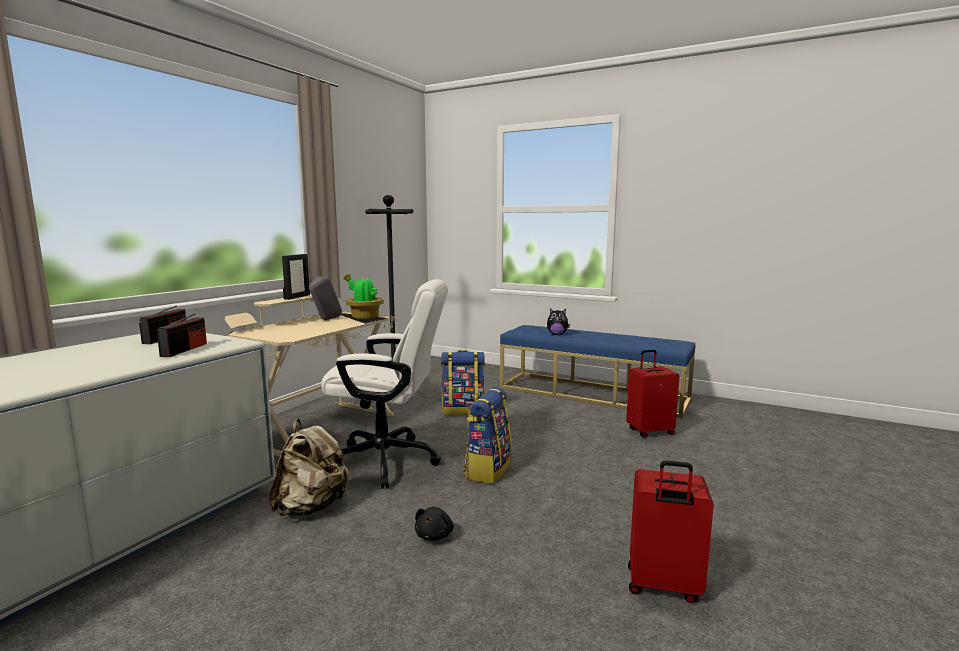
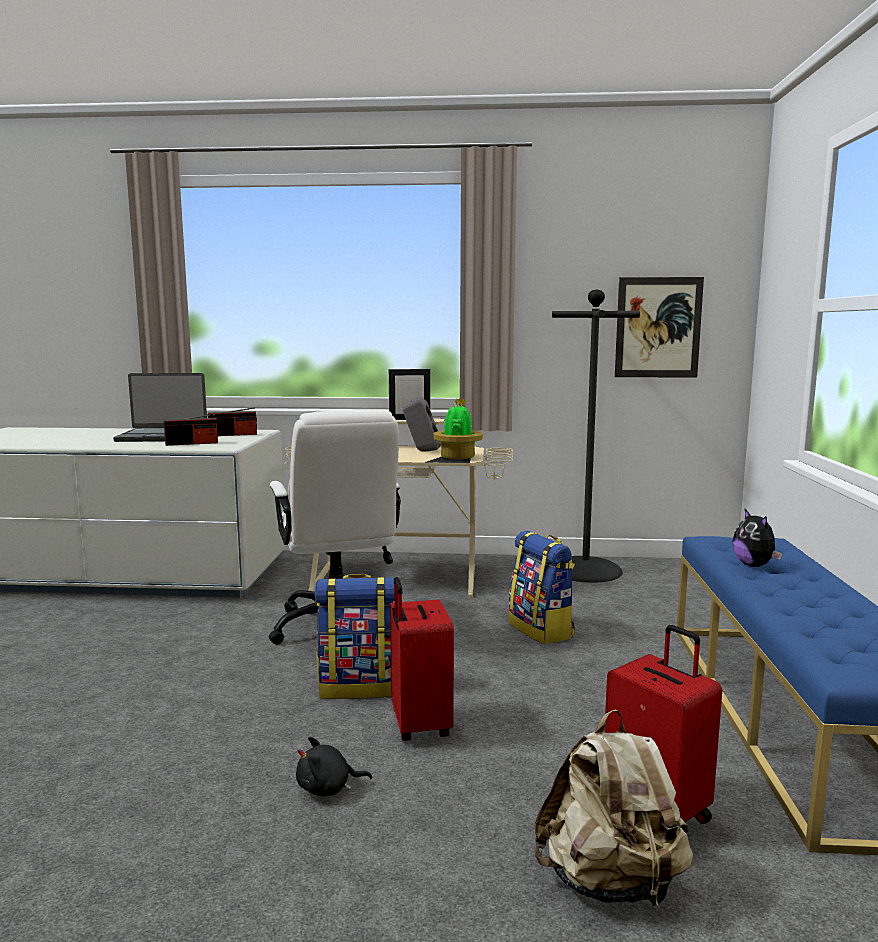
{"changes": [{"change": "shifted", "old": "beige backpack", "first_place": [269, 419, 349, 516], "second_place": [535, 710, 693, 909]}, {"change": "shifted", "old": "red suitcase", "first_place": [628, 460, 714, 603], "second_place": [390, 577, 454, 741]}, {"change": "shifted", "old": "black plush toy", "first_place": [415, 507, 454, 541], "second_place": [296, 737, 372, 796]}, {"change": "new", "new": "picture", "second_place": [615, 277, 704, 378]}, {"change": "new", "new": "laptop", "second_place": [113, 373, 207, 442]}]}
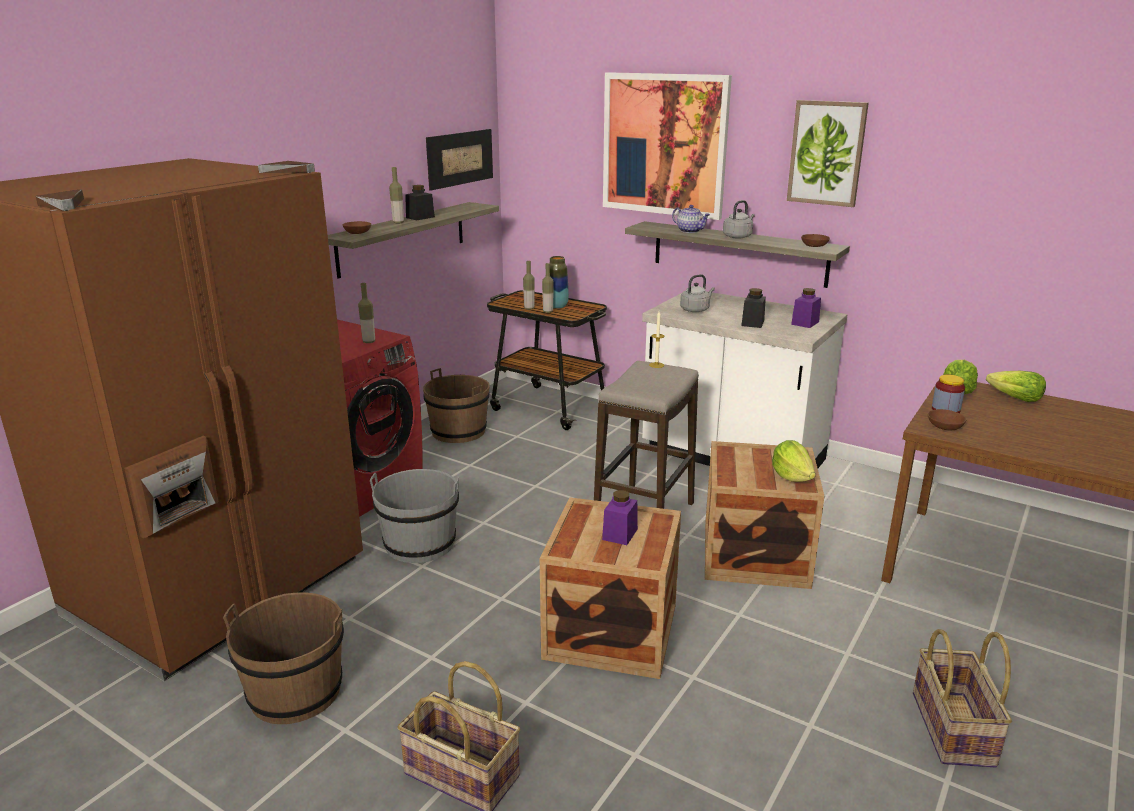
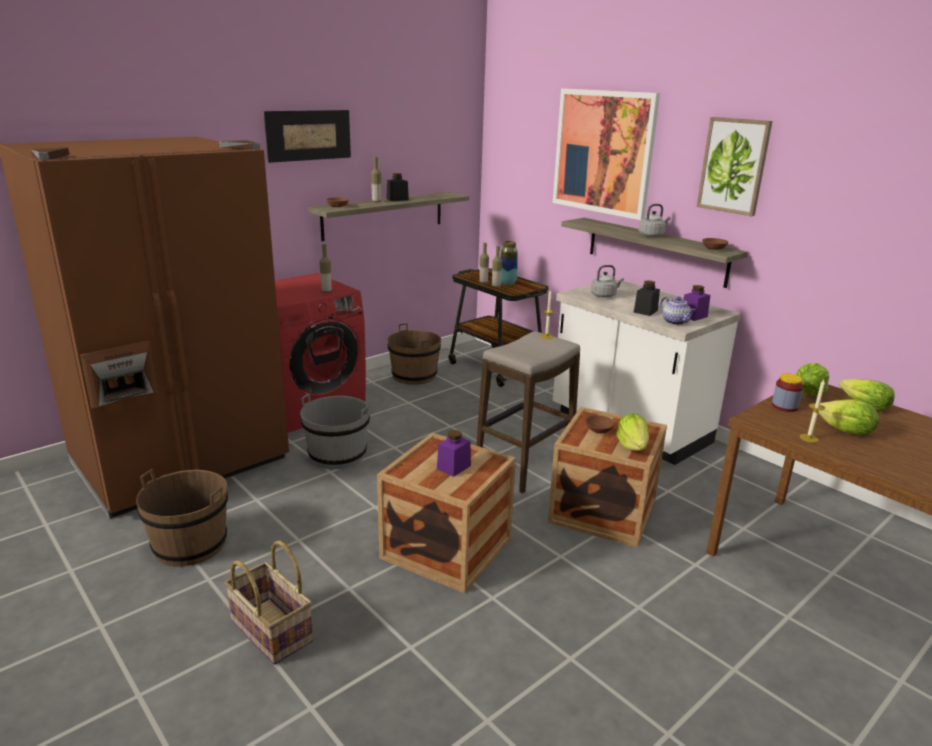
{"changes": [{"change": "shifted", "old": "picture", "first_place": [426, 129, 493, 191], "second_place": [264, 110, 351, 163]}, {"change": "shifted", "old": "teapot", "first_place": [672, 205, 710, 233], "second_place": [660, 297, 696, 325]}, {"change": "shifted", "old": "brown bowl", "first_place": [928, 409, 966, 431], "second_place": [586, 415, 614, 433]}, {"change": "gone", "old": "basket", "first_place": [913, 629, 1012, 768]}, {"change": "new", "new": "candle", "second_place": [800, 379, 825, 443]}, {"change": "new", "new": "lettuce", "second_place": [818, 399, 879, 435]}]}
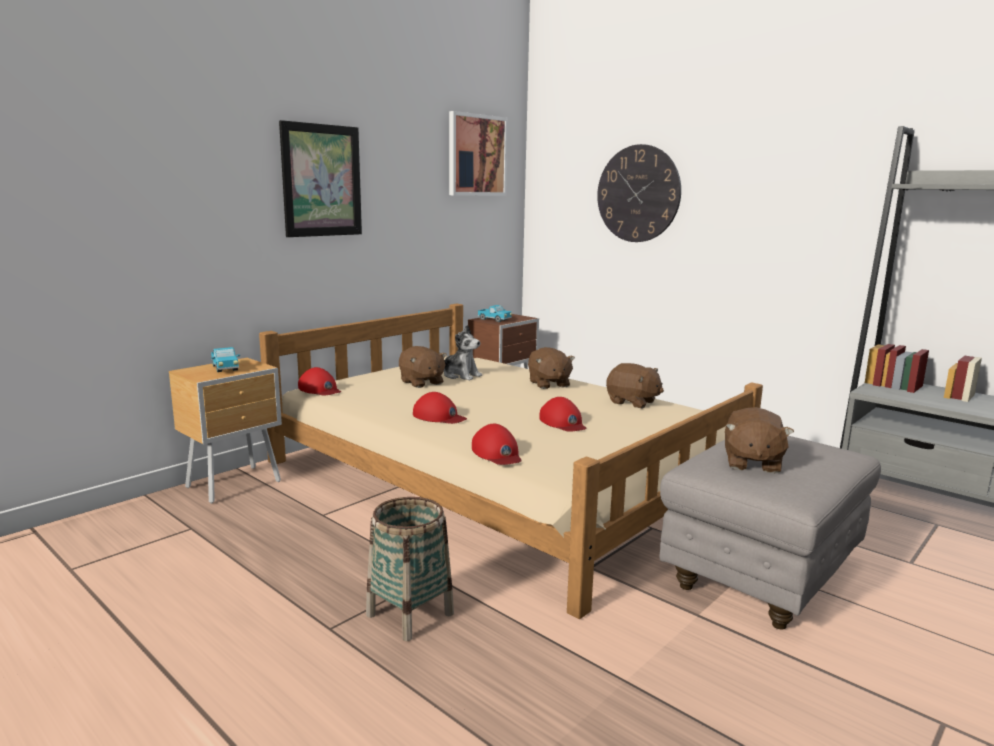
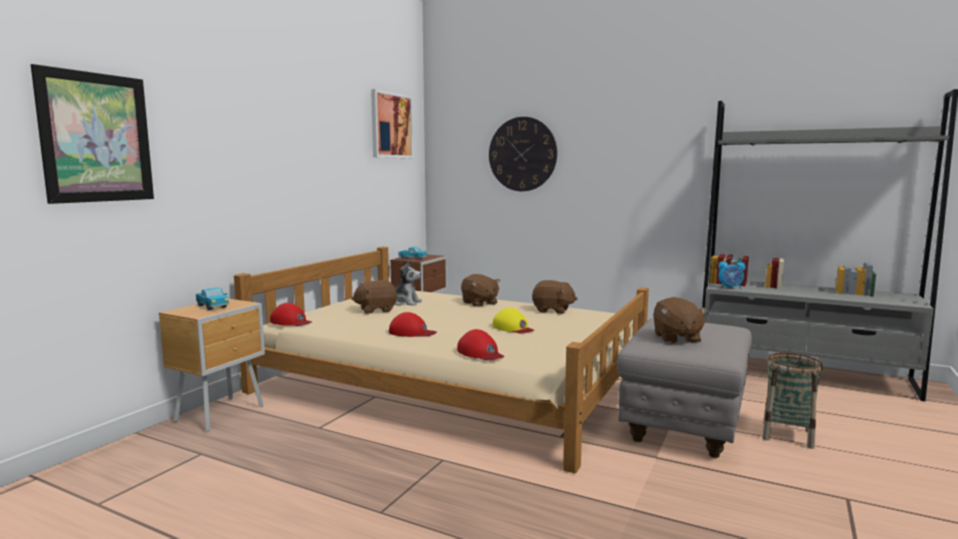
{"changes": [{"change": "shifted", "old": "picture", "first_place": [279, 120, 362, 237], "second_place": [31, 64, 154, 204]}, {"change": "rotated", "old": "brown plush toy", "first_place": [399, 346, 447, 388], "second_place": [351, 280, 397, 314], "degrees": 120}, {"change": "repainted", "old": "red cap", "new": "yellow cap", "first_place": [539, 397, 587, 432], "second_place": [493, 308, 535, 333]}, {"change": "shifted", "old": "basket", "first_place": [366, 497, 454, 641], "second_place": [762, 353, 823, 449]}, {"change": "new", "new": "alarm clock", "second_place": [718, 257, 746, 289]}]}
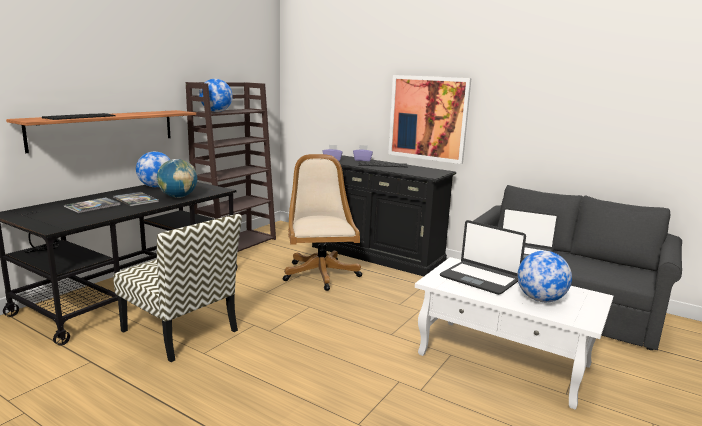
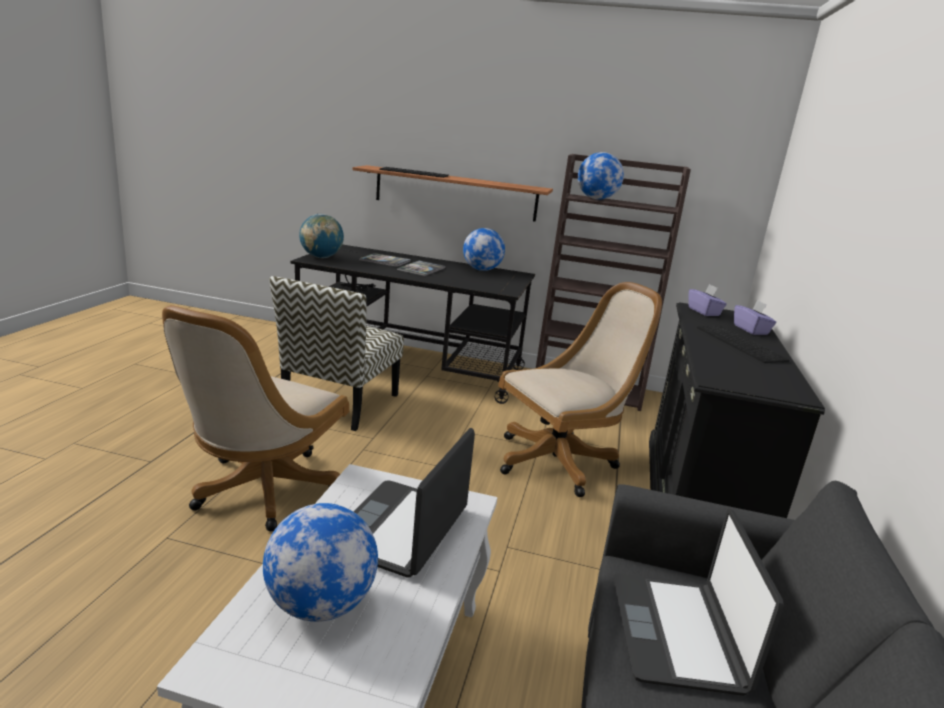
{"changes": [{"change": "gone", "old": "picture", "first_place": [388, 75, 472, 164]}, {"change": "shifted", "old": "globe", "first_place": [157, 159, 197, 198], "second_place": [299, 214, 344, 258]}, {"change": "new", "new": "office chair", "second_place": [162, 305, 349, 532]}]}
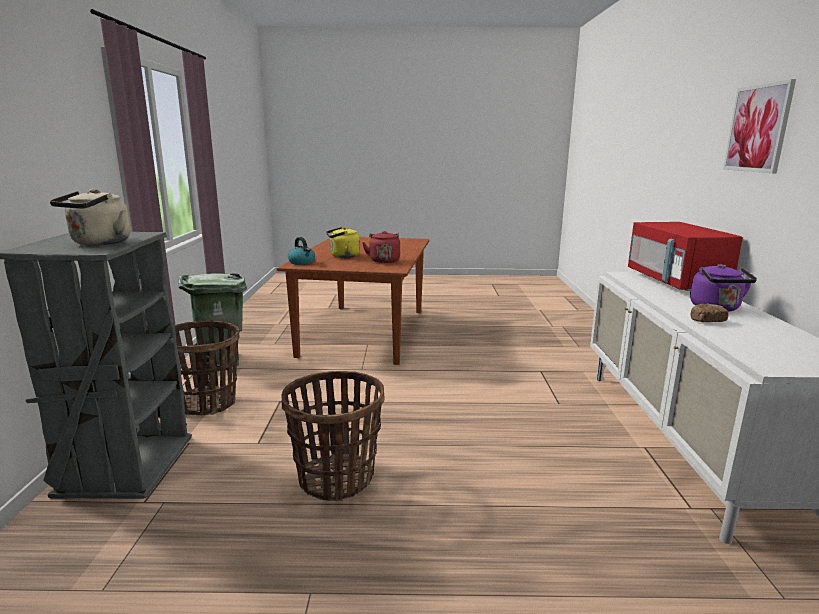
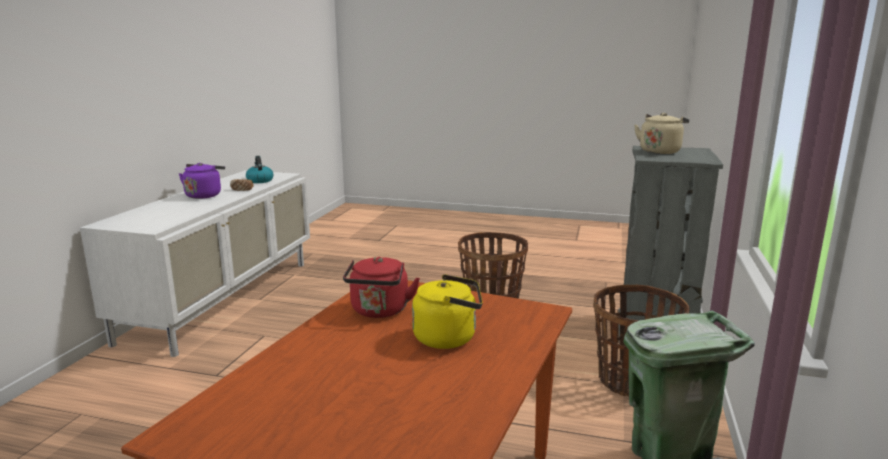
{"changes": [{"change": "gone", "old": "picture", "first_place": [723, 79, 796, 173]}, {"change": "gone", "old": "red microwave", "first_place": [628, 222, 743, 293]}, {"change": "shifted", "old": "kettle", "first_place": [288, 237, 315, 265], "second_place": [246, 156, 273, 183]}]}
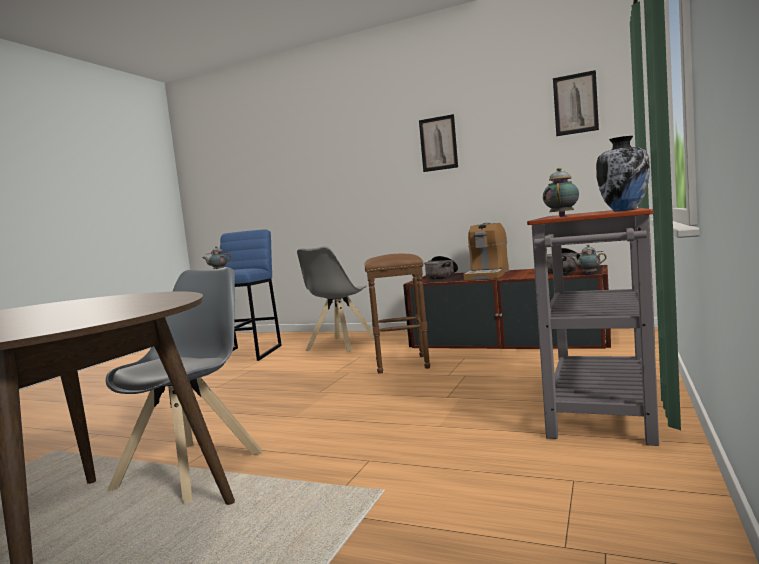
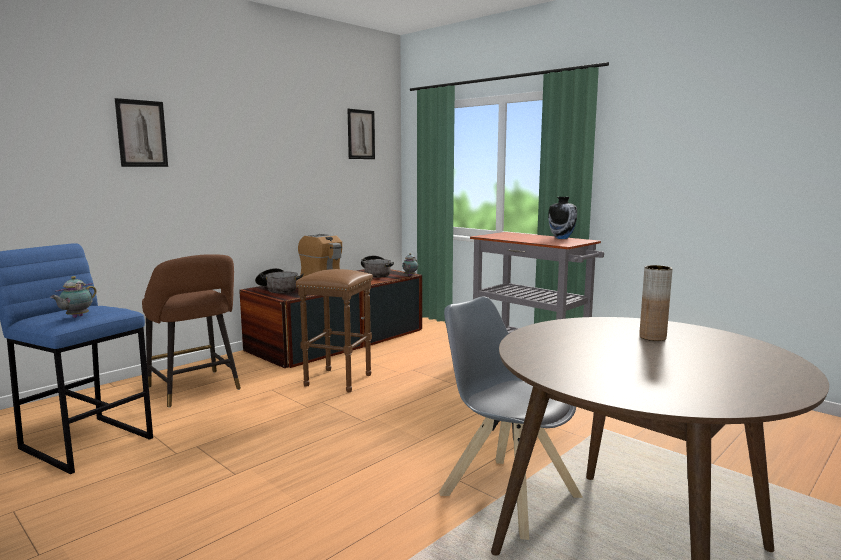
{"changes": [{"change": "shifted", "old": "picture", "first_place": [419, 114, 458, 172], "second_place": [115, 98, 168, 167]}, {"change": "gone", "old": "teapot", "first_place": [543, 168, 579, 217]}, {"change": "swapped", "old": "grey chair", "new": "brown stool", "first_place": [297, 246, 374, 352], "second_place": [142, 254, 241, 408]}, {"change": "new", "new": "brown vase", "second_place": [639, 265, 673, 341]}]}
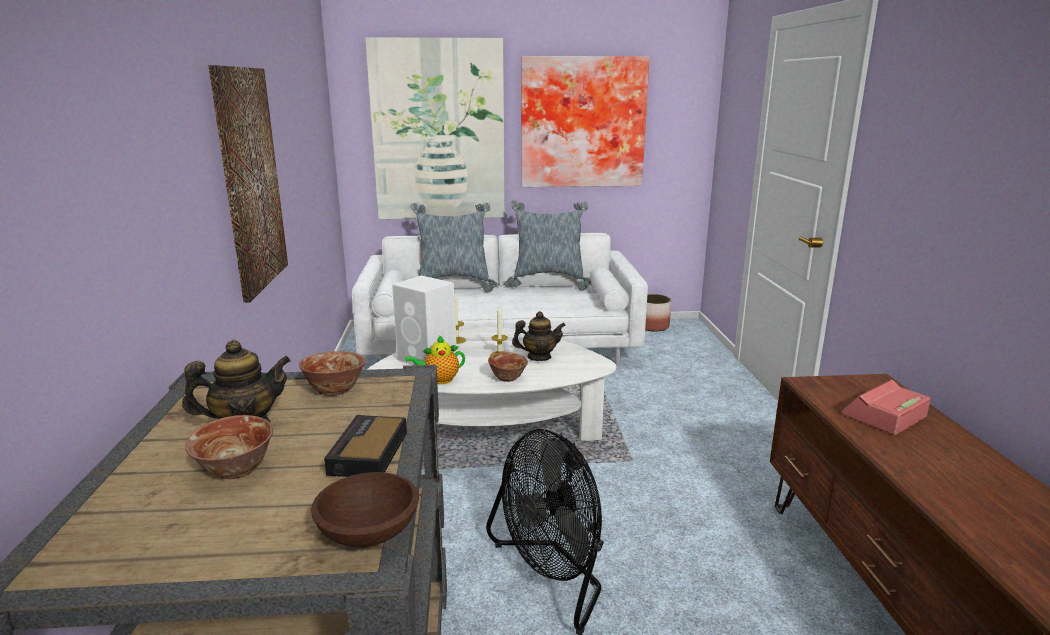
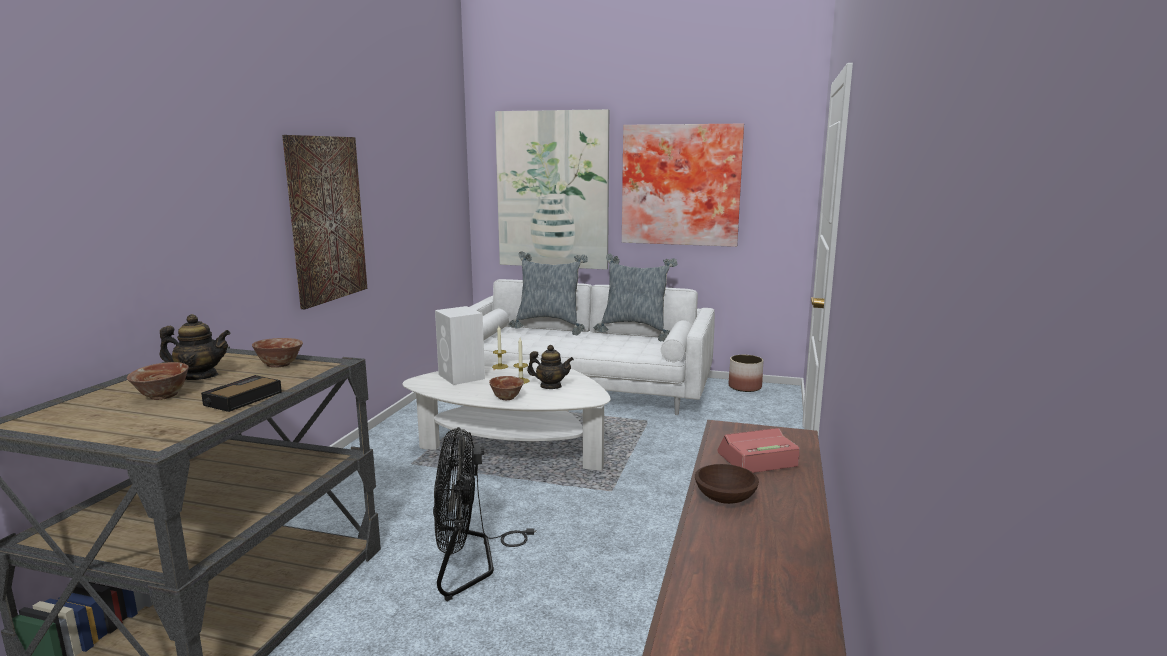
{"changes": [{"change": "gone", "old": "teapot", "first_place": [405, 335, 465, 384]}, {"change": "shifted", "old": "brown bowl", "first_place": [311, 472, 419, 547], "second_place": [695, 464, 759, 504]}]}
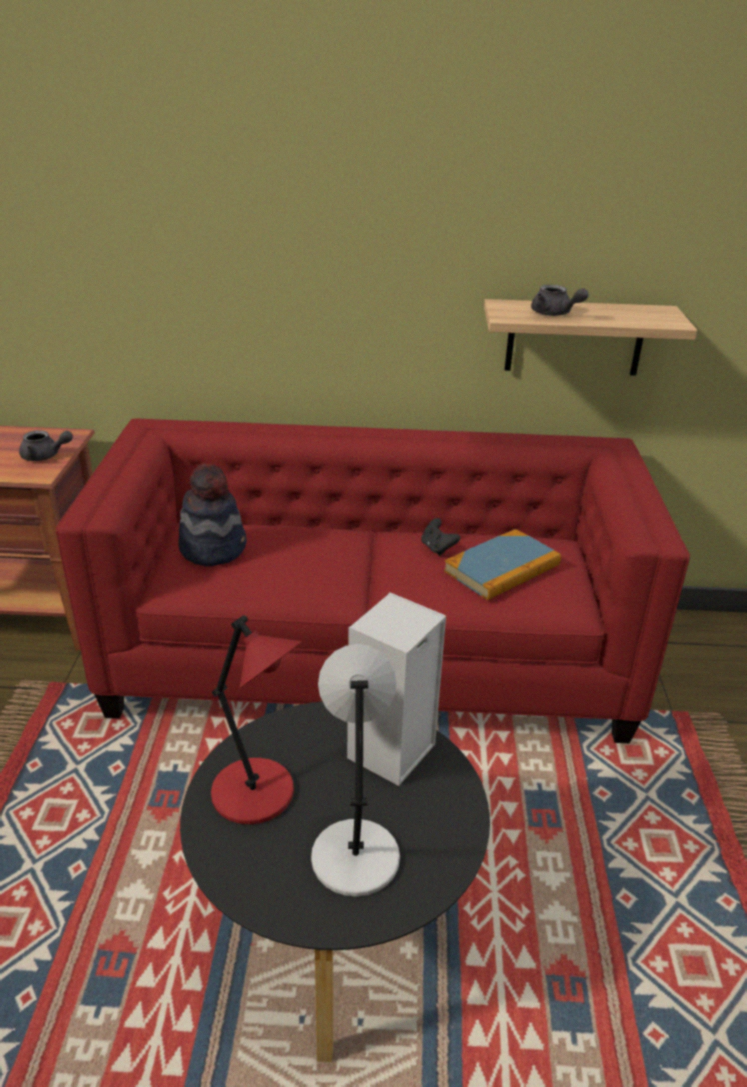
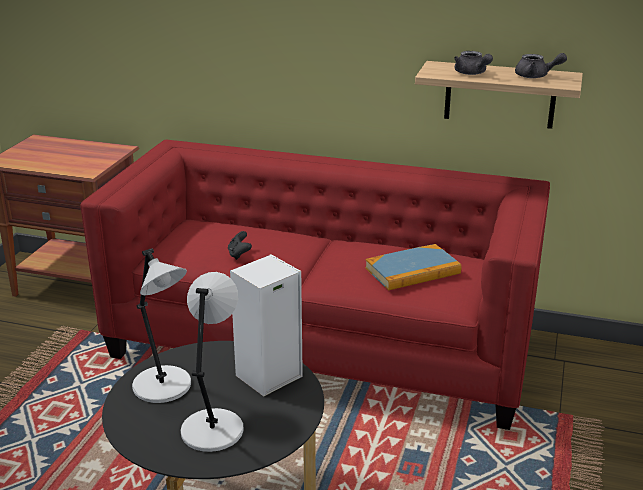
{"changes": [{"change": "shifted", "old": "grey teapot", "first_place": [19, 430, 73, 461], "second_place": [515, 53, 567, 78]}, {"change": "gone", "old": "hat", "first_place": [178, 463, 247, 566]}, {"change": "shifted", "old": "black game controller", "first_place": [421, 518, 460, 556], "second_place": [228, 231, 252, 260]}, {"change": "repainted", "old": "red table lamp", "new": "grey table lamp", "first_place": [211, 615, 302, 824], "second_place": [132, 248, 191, 403]}]}
